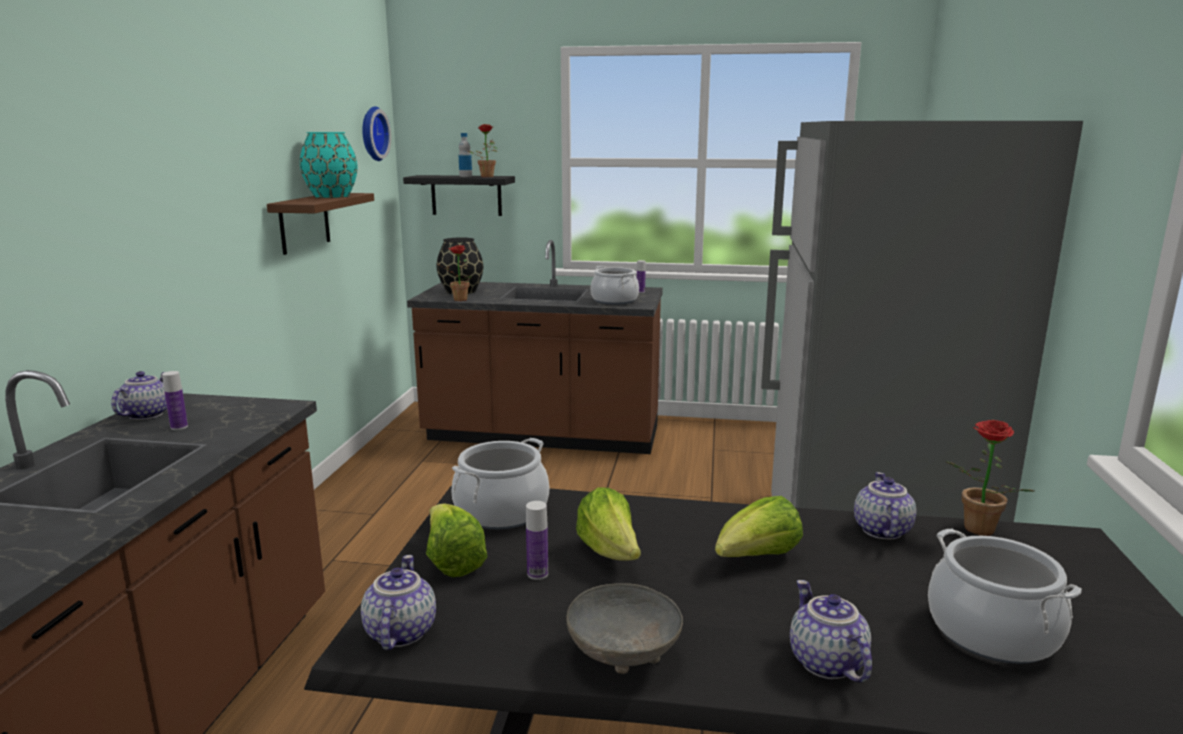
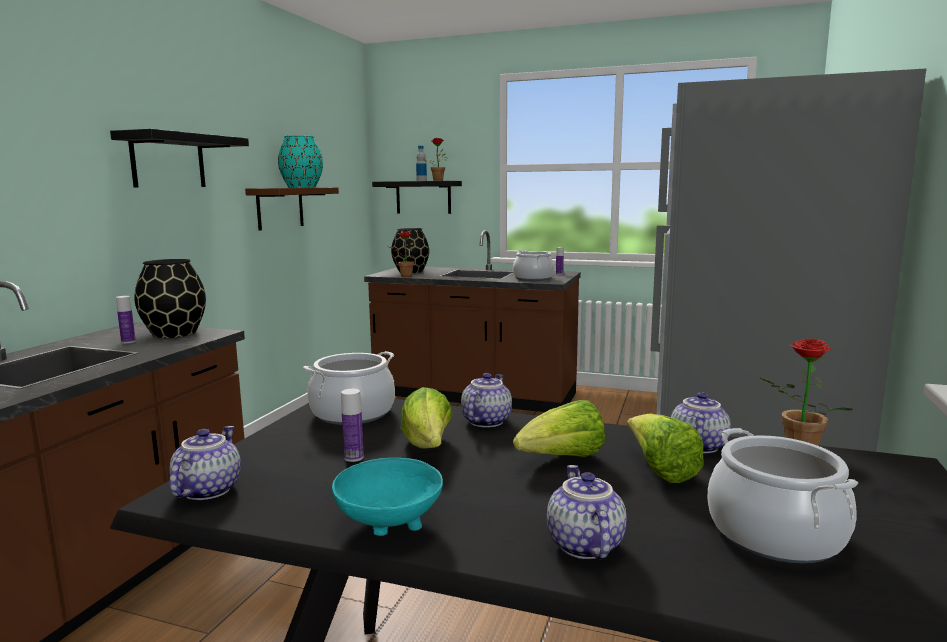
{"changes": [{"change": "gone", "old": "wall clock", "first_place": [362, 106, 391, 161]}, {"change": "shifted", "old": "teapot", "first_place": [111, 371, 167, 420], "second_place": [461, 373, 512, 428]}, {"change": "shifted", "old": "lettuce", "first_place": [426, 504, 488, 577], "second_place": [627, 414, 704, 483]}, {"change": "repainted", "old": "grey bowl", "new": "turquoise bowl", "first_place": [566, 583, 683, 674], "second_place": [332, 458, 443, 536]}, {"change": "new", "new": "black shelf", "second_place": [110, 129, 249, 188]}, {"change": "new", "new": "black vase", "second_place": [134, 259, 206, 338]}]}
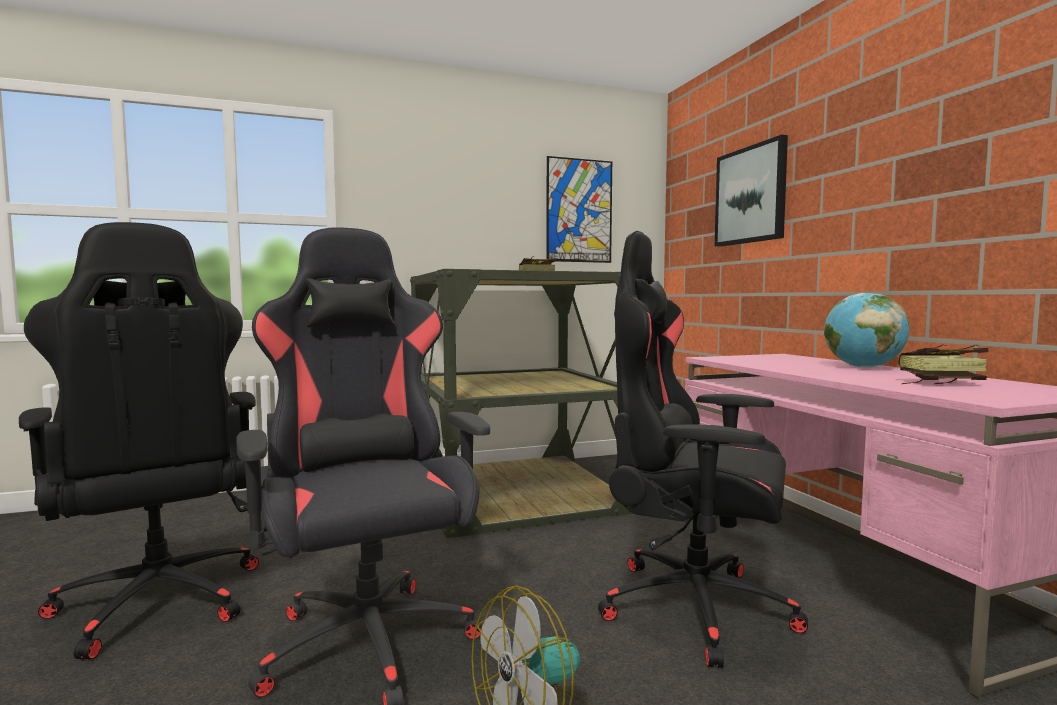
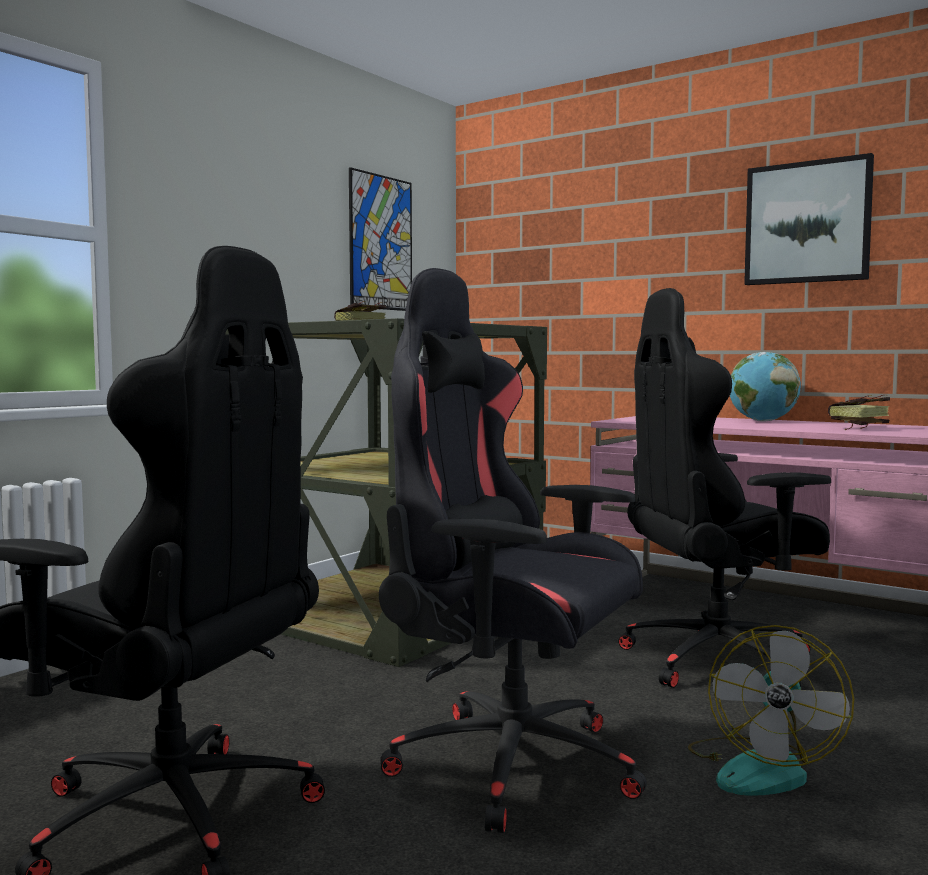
{"changes": [{"change": "shifted", "old": "picture", "first_place": [715, 135, 788, 247], "second_place": [744, 153, 874, 285]}]}
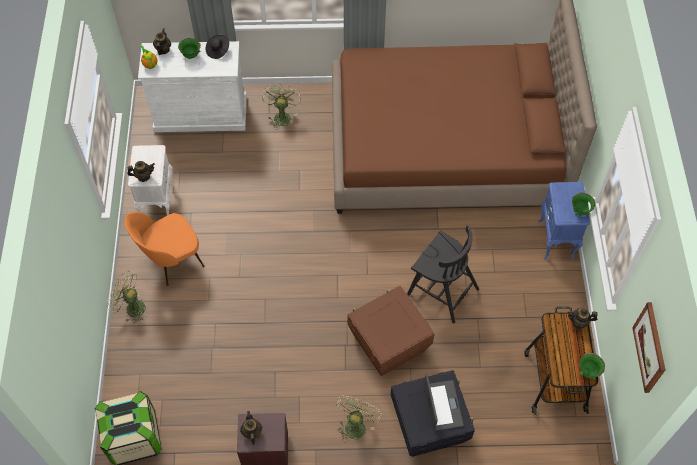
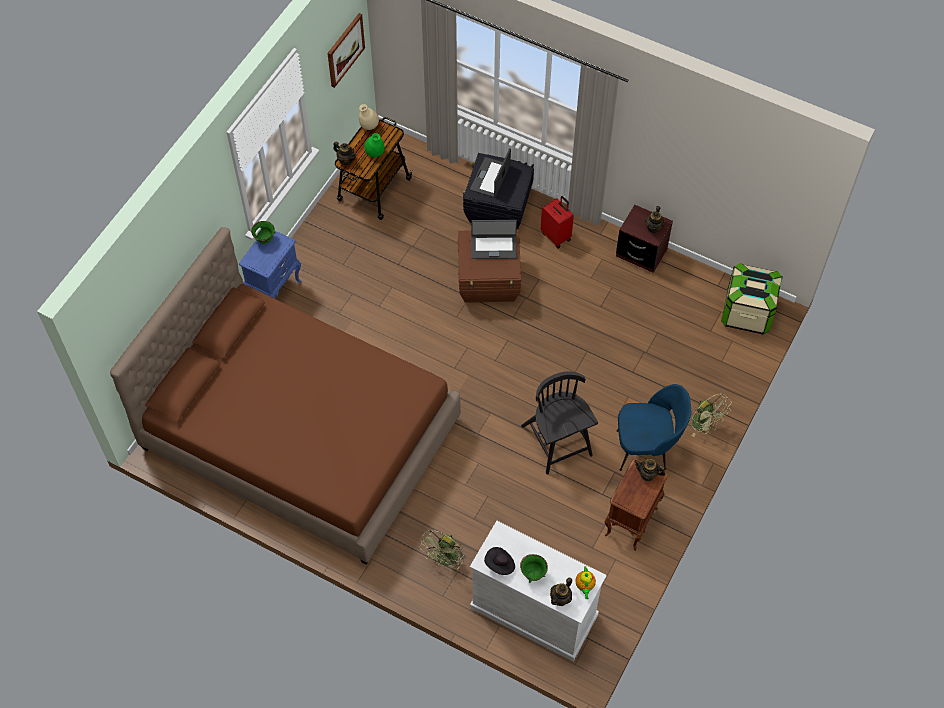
{"changes": [{"change": "repainted", "old": "white nightstand", "new": "brown nightstand", "first_place": [128, 145, 175, 215], "second_place": [605, 459, 668, 551]}, {"change": "repainted", "old": "orange chair", "new": "blue chair", "first_place": [125, 212, 205, 286], "second_place": [616, 384, 691, 471]}, {"change": "shifted", "old": "black chair", "first_place": [407, 225, 479, 323], "second_place": [521, 371, 598, 475]}, {"change": "swapped", "old": "green bowl", "new": "beige vase", "first_place": [579, 353, 605, 380], "second_place": [359, 104, 379, 130]}, {"change": "swapped", "old": "green fan", "new": "red suitcase", "first_place": [336, 395, 381, 443], "second_place": [541, 196, 574, 249]}, {"change": "new", "new": "green vase", "second_place": [364, 133, 385, 157]}, {"change": "new", "new": "laptop", "second_place": [471, 220, 517, 259]}]}
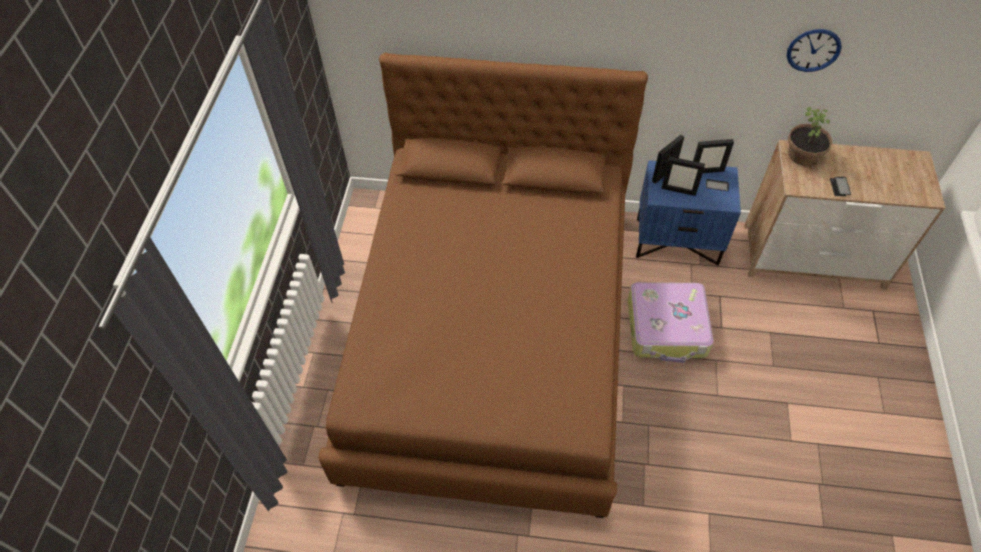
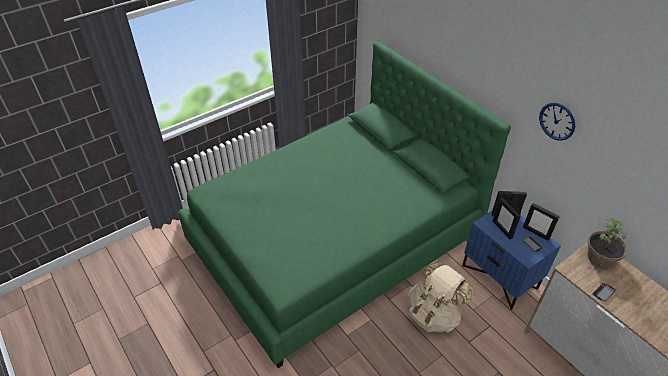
{"changes": [{"change": "shifted", "old": "wall clock", "first_place": [787, 29, 842, 72], "second_place": [539, 103, 575, 141]}, {"change": "repainted", "old": "brown bed", "new": "green bed", "first_place": [319, 53, 648, 518], "second_place": [178, 41, 511, 368]}, {"change": "swapped", "old": "suitcase", "new": "beige backpack", "first_place": [628, 282, 714, 363], "second_place": [408, 262, 474, 332]}]}
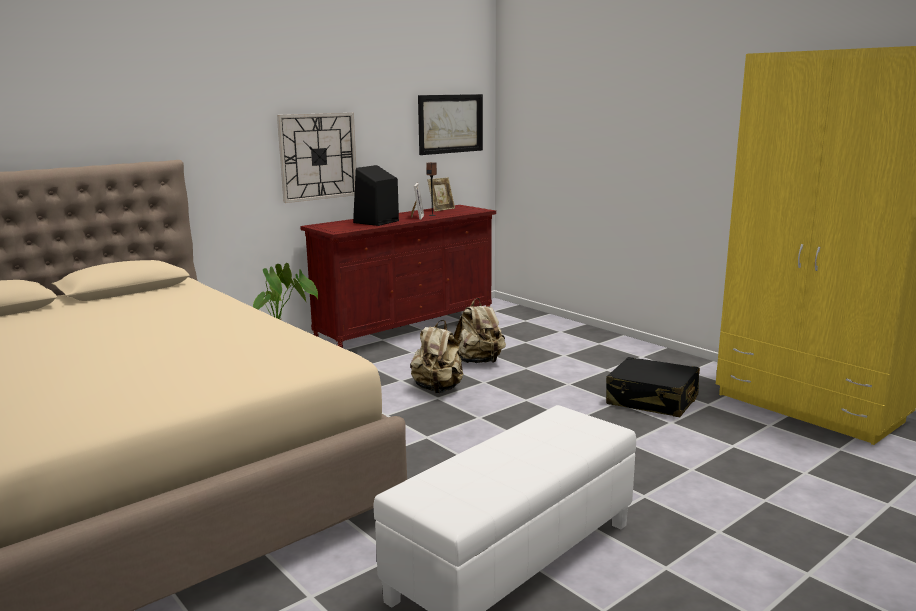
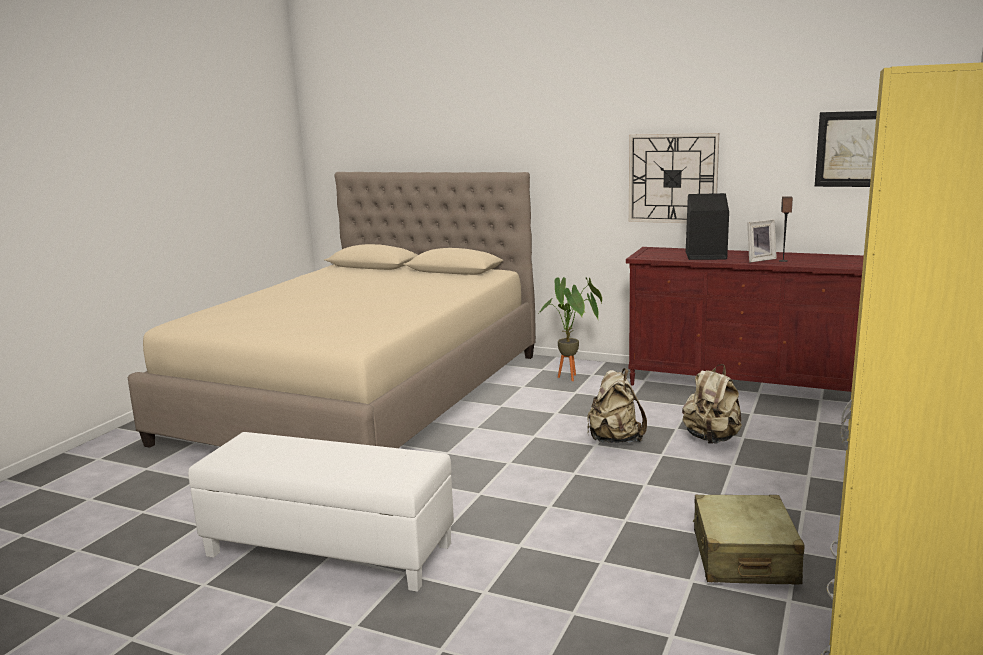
{"changes": [{"change": "gone", "old": "picture frame", "first_place": [428, 177, 455, 212]}, {"change": "repainted", "old": "black suitcase", "new": "beige suitcase", "first_place": [606, 357, 700, 417], "second_place": [693, 495, 805, 584]}]}
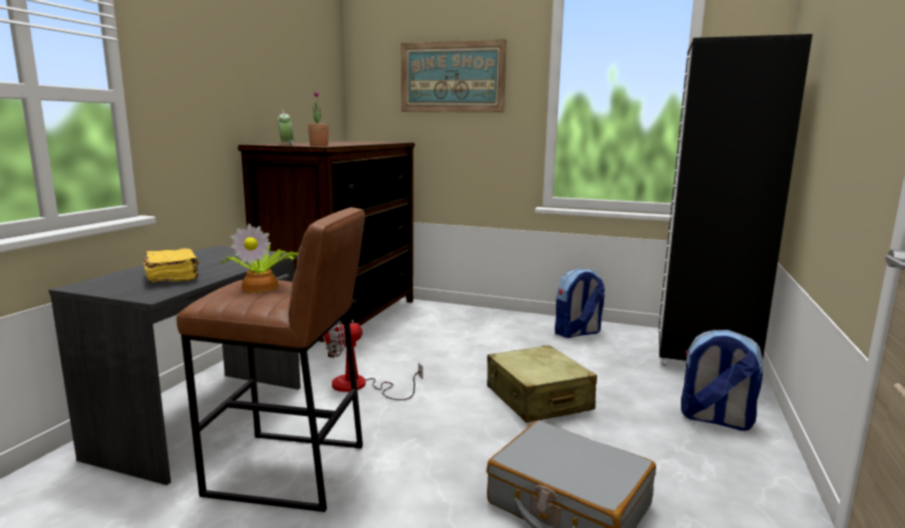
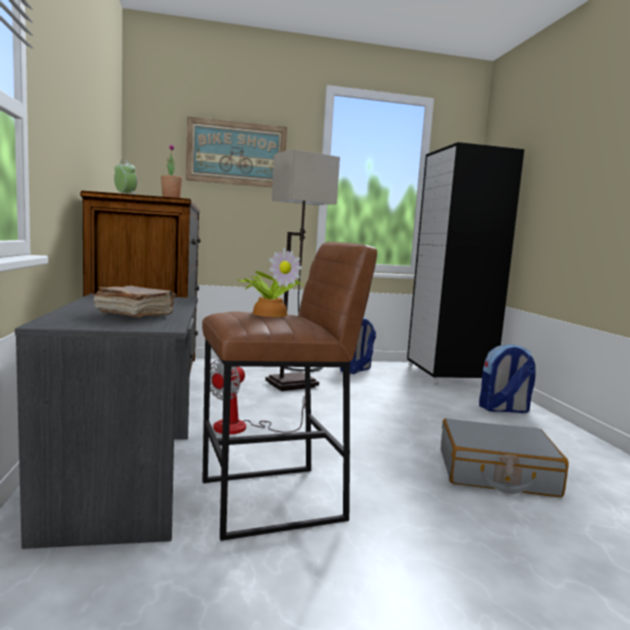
{"changes": [{"change": "repainted", "old": "yellow book", "new": "brown book", "first_place": [144, 248, 200, 283], "second_place": [93, 286, 176, 317]}, {"change": "gone", "old": "beige suitcase", "first_place": [487, 345, 597, 423]}, {"change": "new", "new": "floor lamp", "second_place": [265, 149, 340, 391]}]}
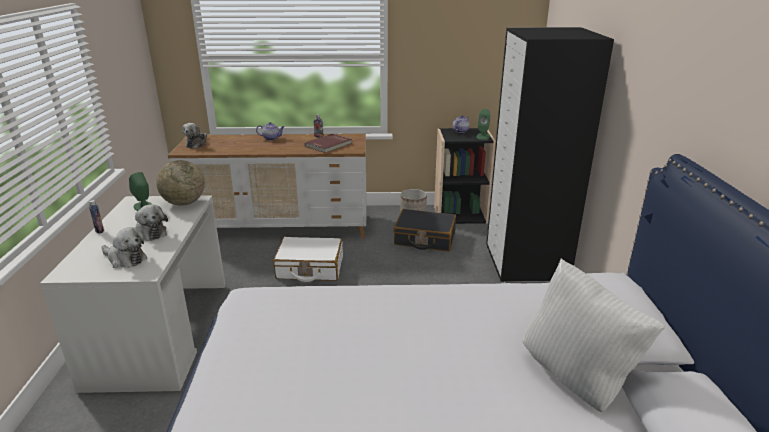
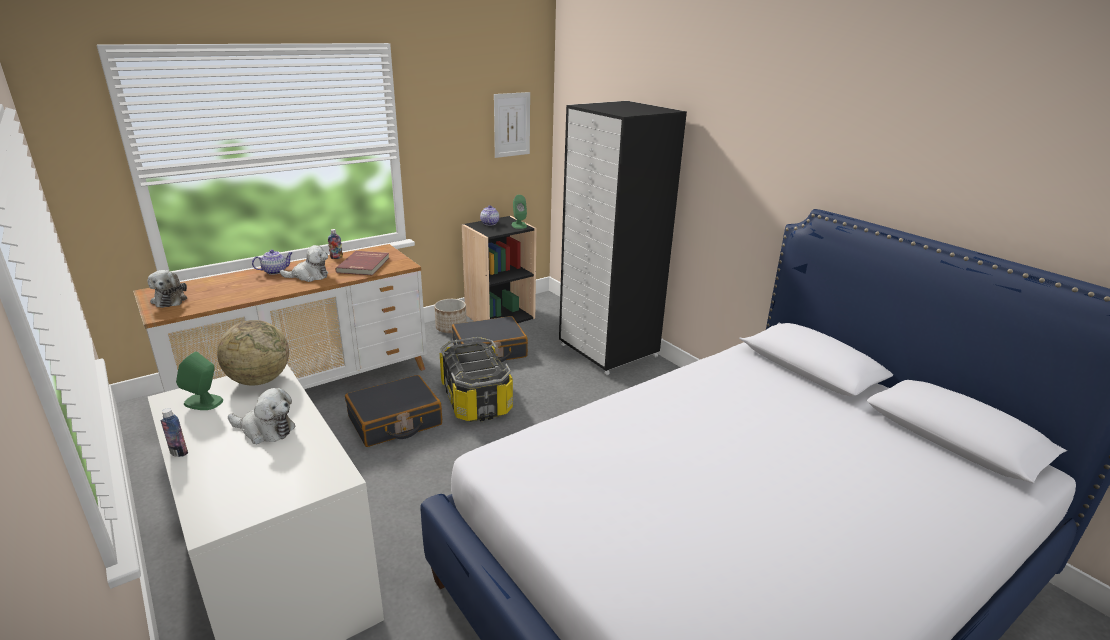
{"changes": [{"change": "shifted", "old": "plush toy", "first_place": [101, 227, 147, 268], "second_place": [280, 245, 328, 282]}, {"change": "repainted", "old": "white suitcase", "new": "black suitcase", "first_place": [273, 237, 343, 282], "second_place": [345, 375, 442, 447]}, {"change": "gone", "old": "white pillow", "first_place": [522, 258, 665, 412]}, {"change": "new", "new": "picture", "second_place": [494, 92, 530, 158]}, {"change": "new", "new": "storage box", "second_place": [440, 337, 513, 422]}]}
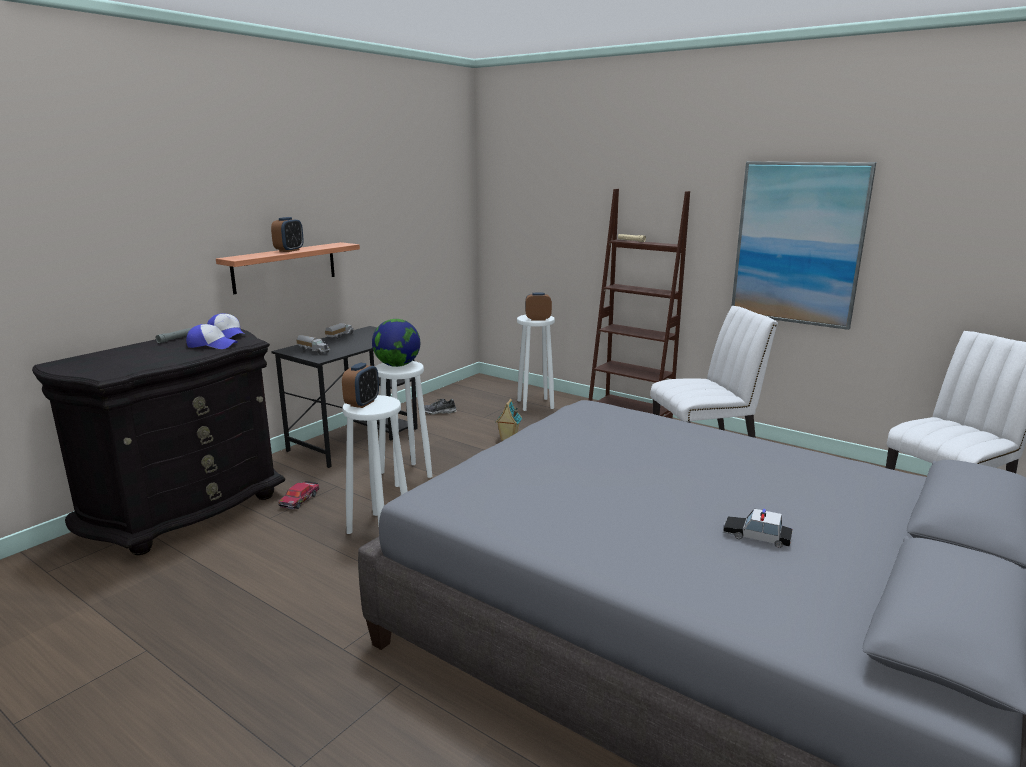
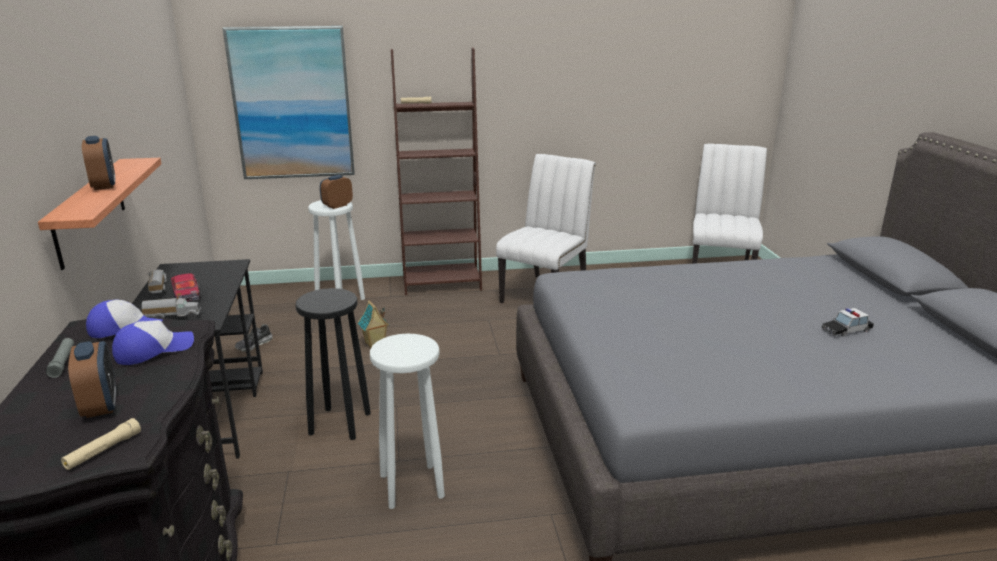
{"changes": [{"change": "shifted", "old": "picture", "first_place": [731, 162, 876, 330], "second_place": [223, 26, 355, 179]}, {"change": "gone", "old": "globe", "first_place": [372, 319, 420, 367]}, {"change": "repainted", "old": "white stool", "new": "black stool", "first_place": [376, 361, 432, 487], "second_place": [295, 288, 371, 440]}, {"change": "shifted", "old": "alarm clock", "first_place": [342, 363, 379, 408], "second_place": [68, 341, 116, 418]}, {"change": "shifted", "old": "toy car", "first_place": [278, 481, 319, 509], "second_place": [171, 273, 201, 301]}, {"change": "new", "new": "beige flashlight", "second_place": [61, 418, 141, 470]}]}
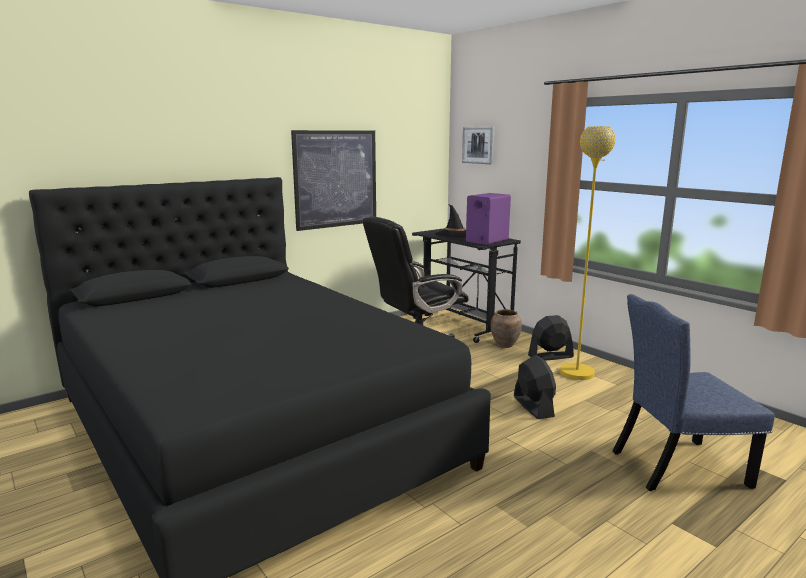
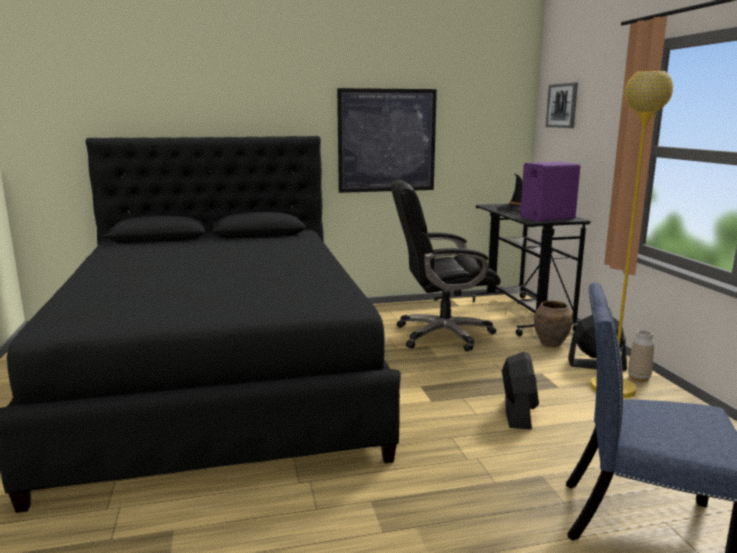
{"changes": [{"change": "new", "new": "vase", "second_place": [628, 330, 654, 382]}]}
